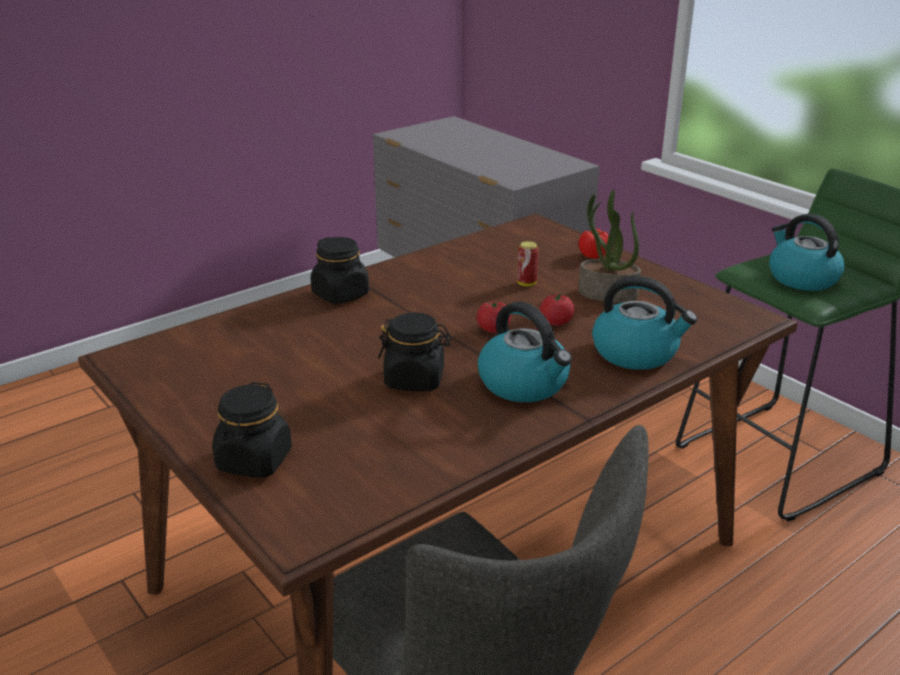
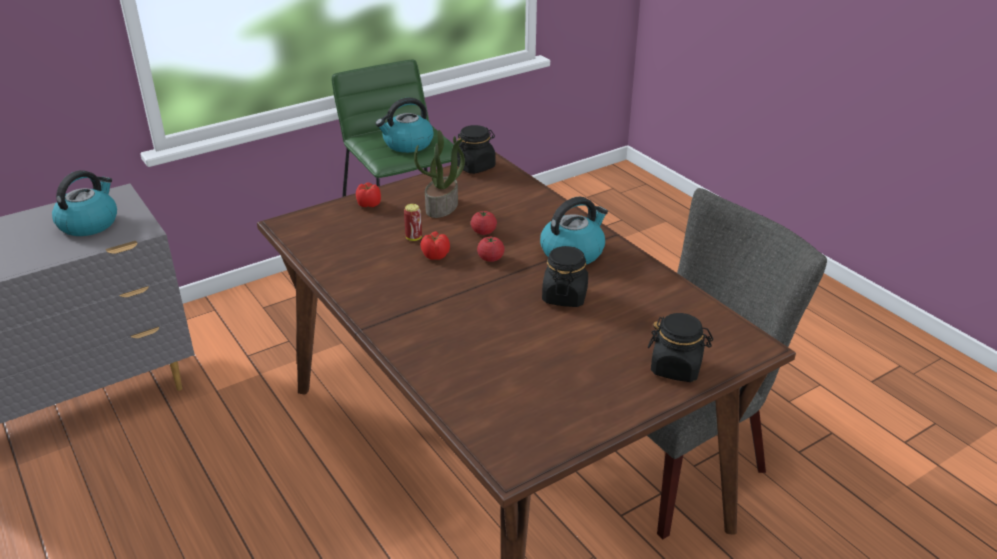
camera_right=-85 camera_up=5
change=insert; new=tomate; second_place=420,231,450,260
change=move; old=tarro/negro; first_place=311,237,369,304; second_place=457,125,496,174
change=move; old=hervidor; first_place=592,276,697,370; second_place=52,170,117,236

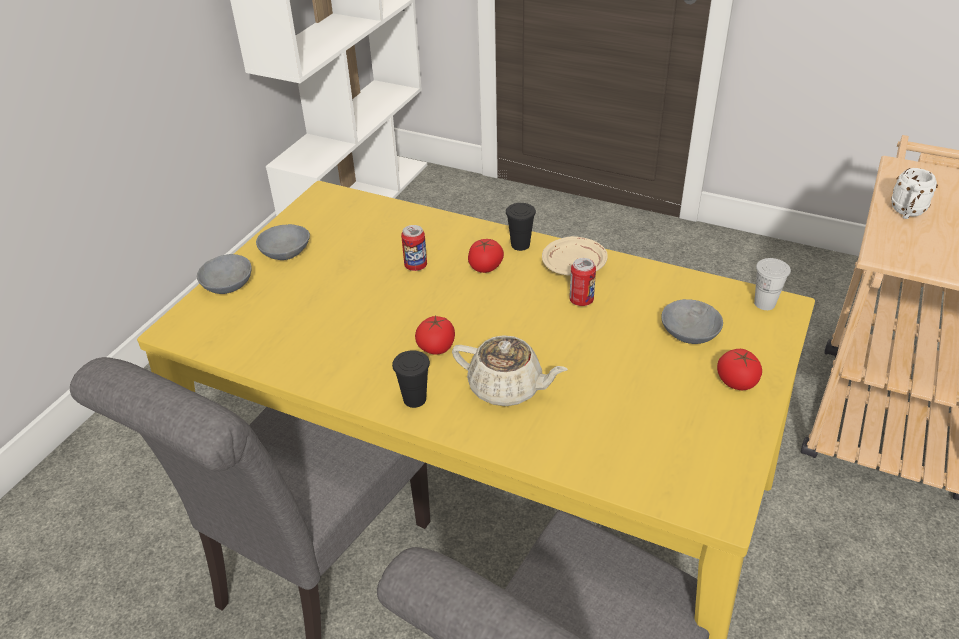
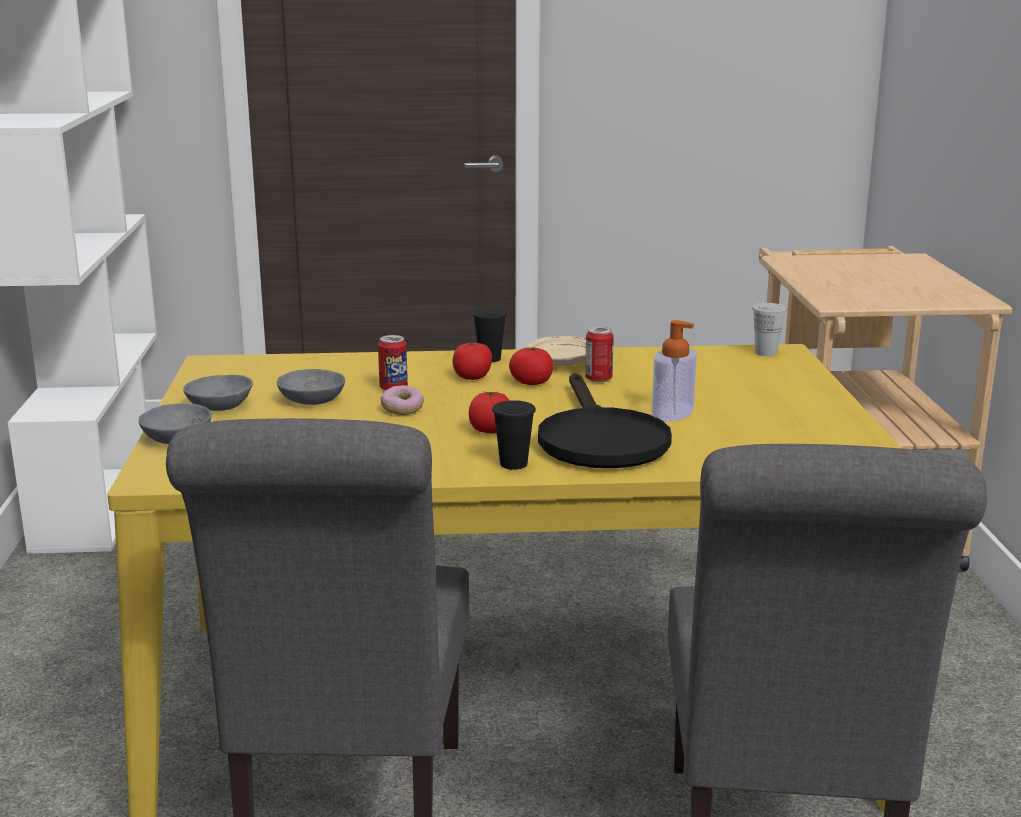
camera_right=-30 camera_up=-20
change=delete; old=taza grande/blanco; first_place=891,168,938,219
change=insert; new=rosquilla; second_place=381,385,424,415
change=insert; new=dispensador de jabón; second_place=652,320,697,422
change=move; old=cuenco/gris; first_place=661,299,723,344; second_place=277,369,345,405
change=move; old=tomate; first_place=717,349,762,390; second_place=509,347,553,385
change=replace; old=tetera/beis; new=sartén/negro; first_place=452,335,568,406; second_place=538,373,672,468

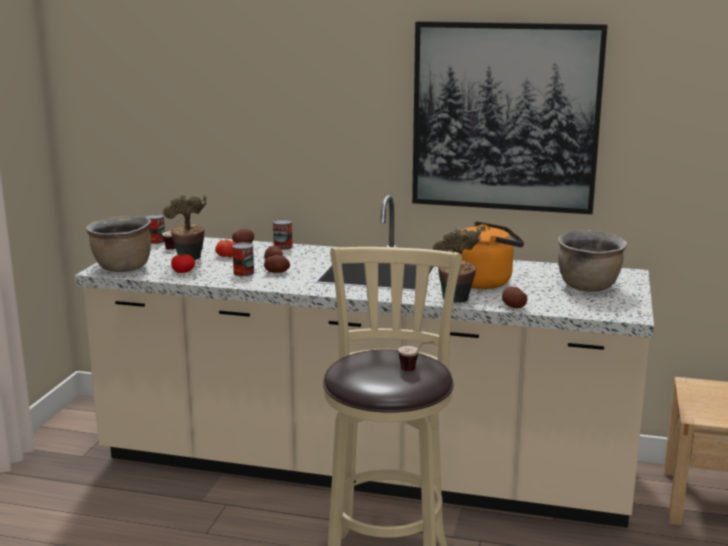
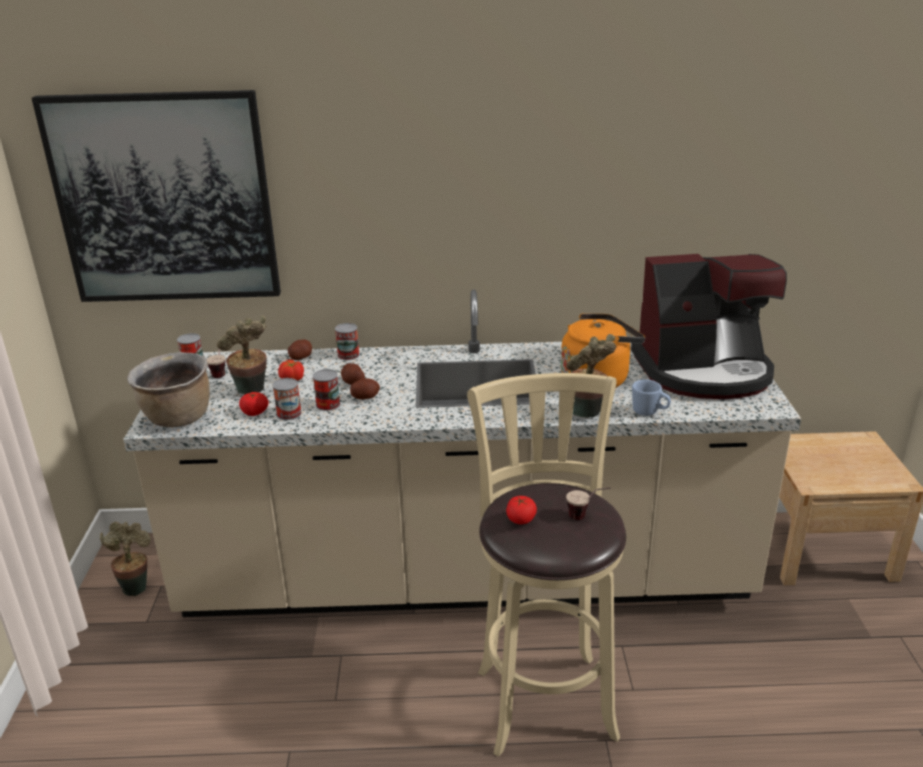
camera_right=-15 camera_up=10
change=insert; new=planta en maceta; second_place=100,522,151,596
change=insert; new=lata; second_place=272,378,302,420
change=insert; new=tomate; second_place=506,496,537,524
change=move; old=cuadro; first_place=412,21,608,214; second_place=32,90,281,302
change=replace; old=patata; new=taza grande/azul; first_place=502,287,528,308; second_place=632,380,671,416
change=replace; old=olla/marrón; new=cafetera; first_place=558,230,627,292; second_place=631,254,787,399

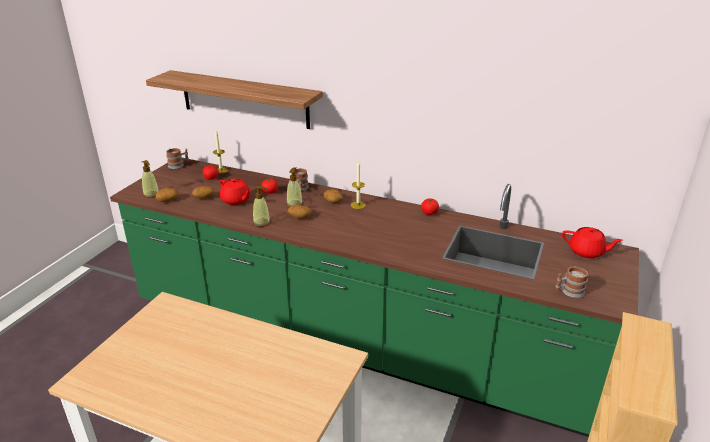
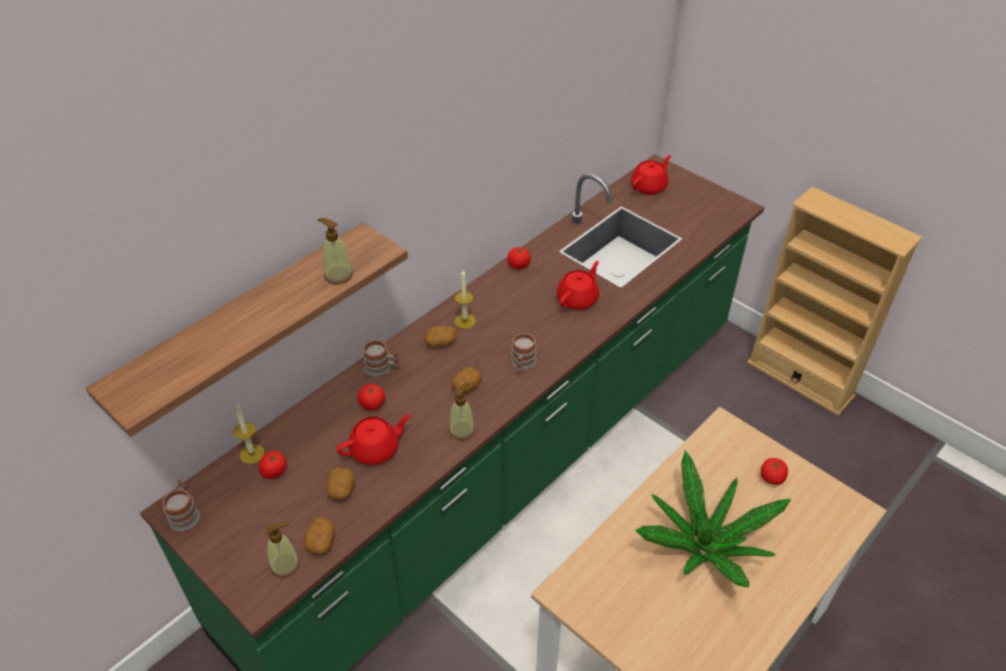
camera_right=-70 camera_up=15
change=insert; new=tetera/rojo; second_place=557,261,599,310
change=insert; new=planta en maceta; second_place=635,450,791,588
change=insert; new=tomate; second_place=761,458,788,485
change=move; old=dispensador de jabón; first_place=287,167,303,207; second_place=317,218,353,284
change=move; old=taza grande; first_place=555,267,588,298; second_place=510,333,537,373

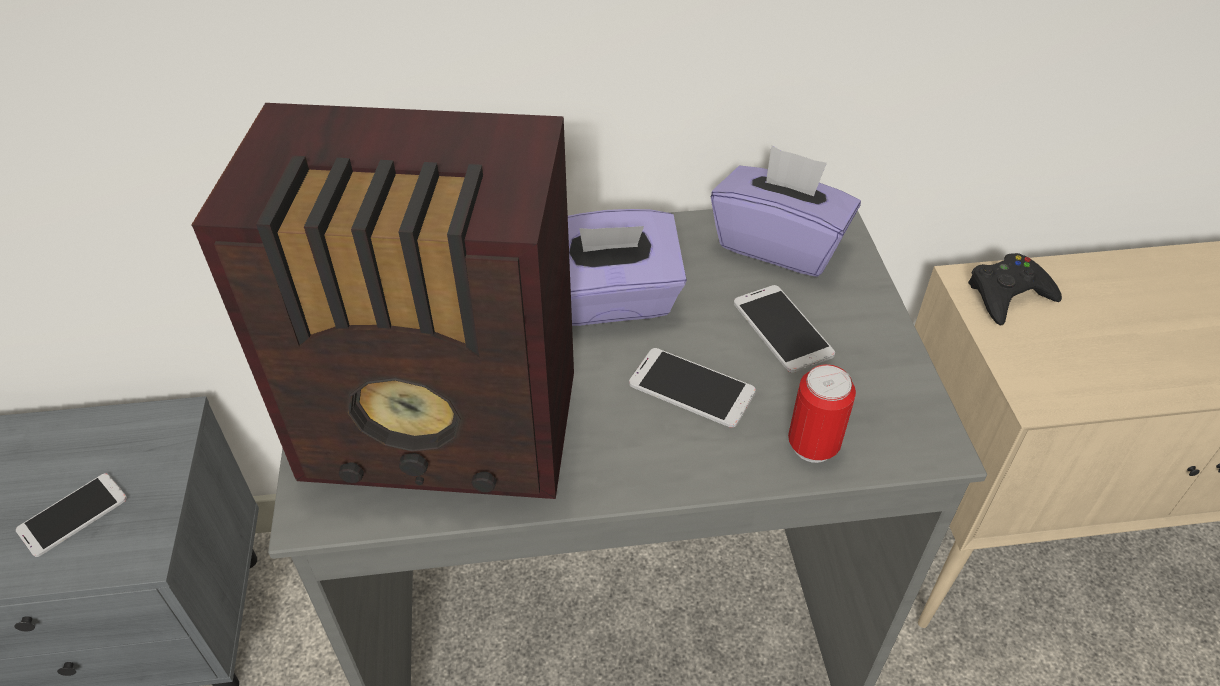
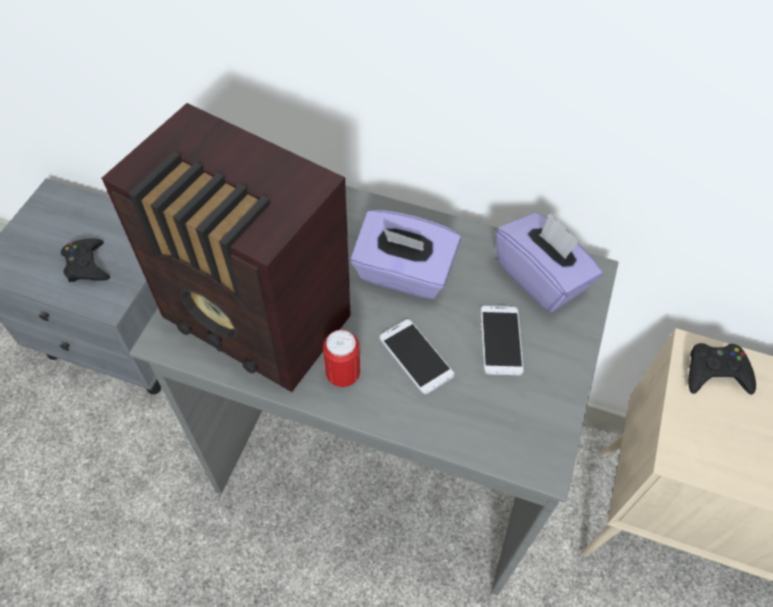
camera_right=25 camera_up=10
change=move; old=lata; first_place=788,364,856,463; second_place=323,330,360,387
change=replace; old=móvil; new=mando de consola/negro; first_place=16,473,127,557; second_place=61,239,110,282

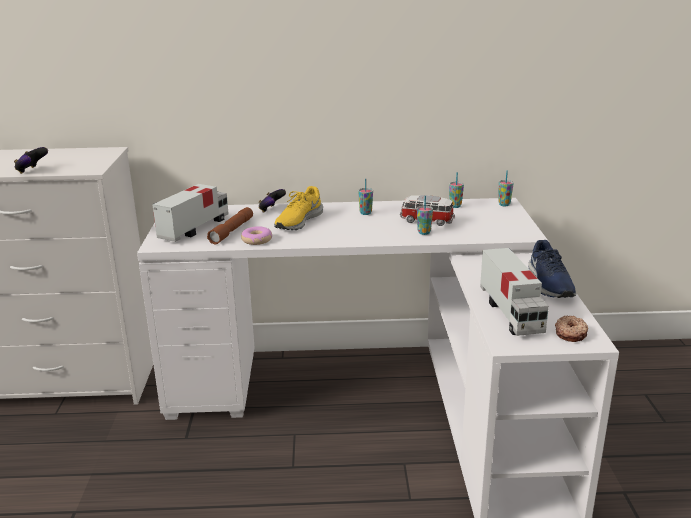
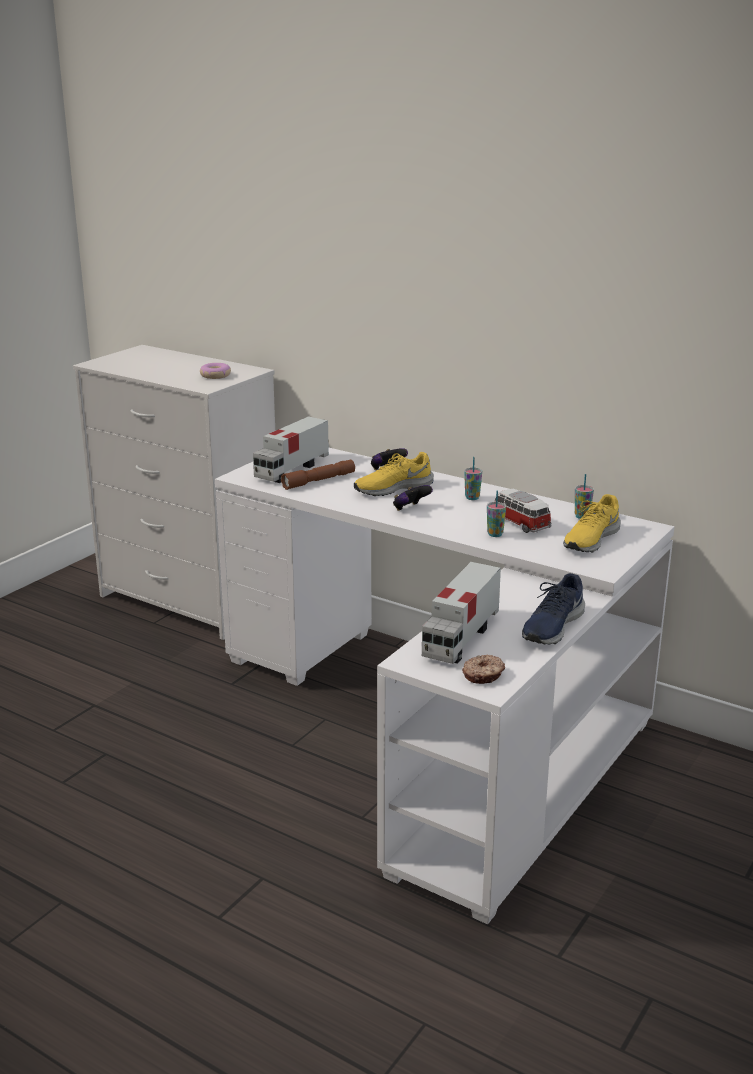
camera_right=35 camera_up=0
change=delete; old=taza; first_place=498,171,514,206
change=insert; new=zapato/amarillo; second_place=563,494,621,552
change=move; old=mando de consola; first_place=14,147,48,174; second_place=393,485,433,511
change=move; old=rosquilla; first_place=241,226,272,245; second_place=200,363,231,379
change=rotate; old=camión de juguete; first_place=152,184,229,242; second_place=253,416,329,483; degrees=150

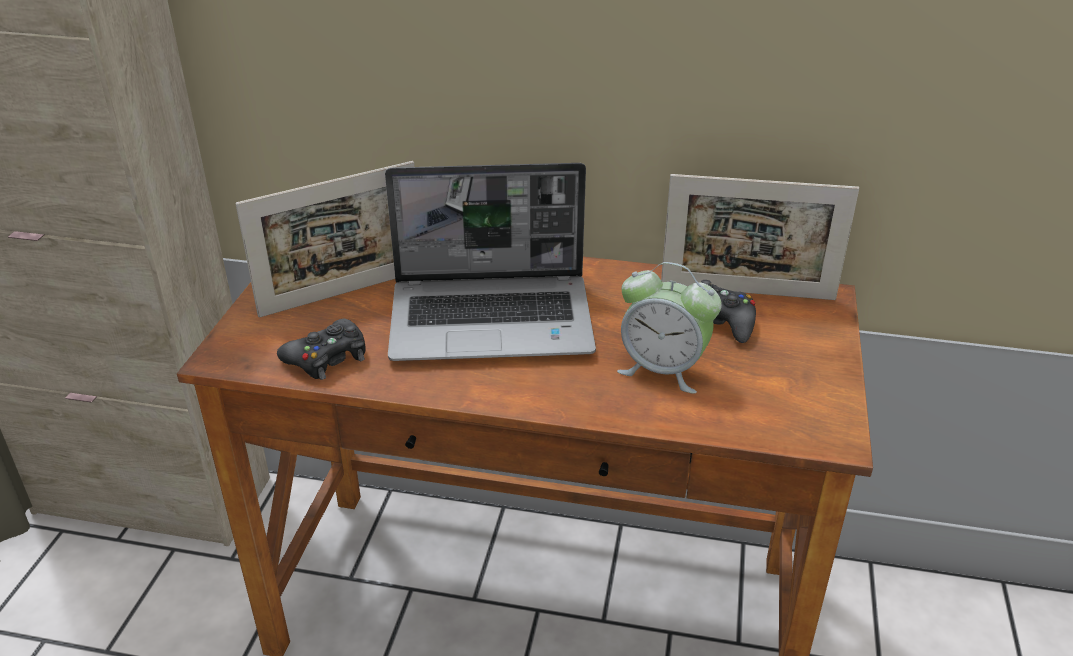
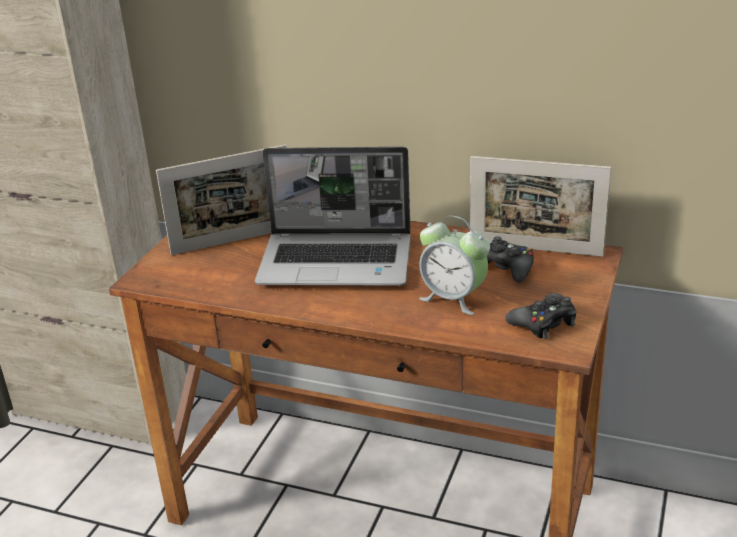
camera_right=10 camera_up=-5
change=move; old=mando de consola/negro; first_place=277,319,366,380; second_place=505,293,576,339

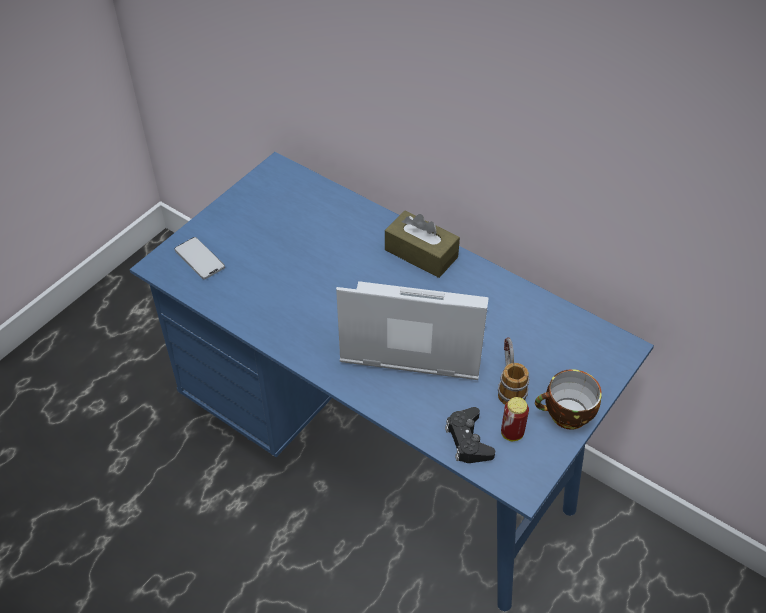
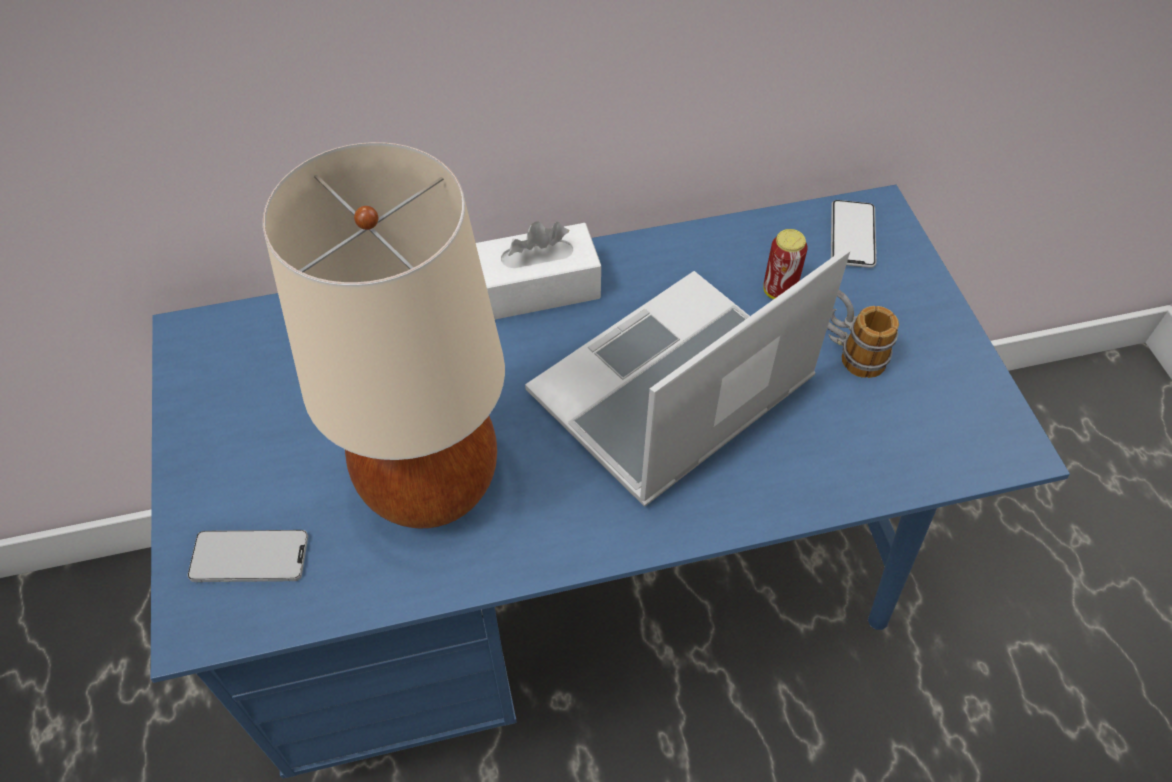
camera_right=-50 camera_up=5
change=delete; old=mando de consola/negro; first_place=445,407,495,463
change=delete; old=taza; first_place=535,369,602,430
change=insert; new=lámpara de mesa/beis; second_place=263,142,505,529
change=insert; new=móvil; second_place=831,200,877,268
change=move; old=lata; first_place=501,397,529,441; second_place=763,229,808,299
change=recolor; old=caja de pañuelos/marrón; new=caja de pañuelos/blanco; first_place=385,211,460,278; second_place=476,221,601,319

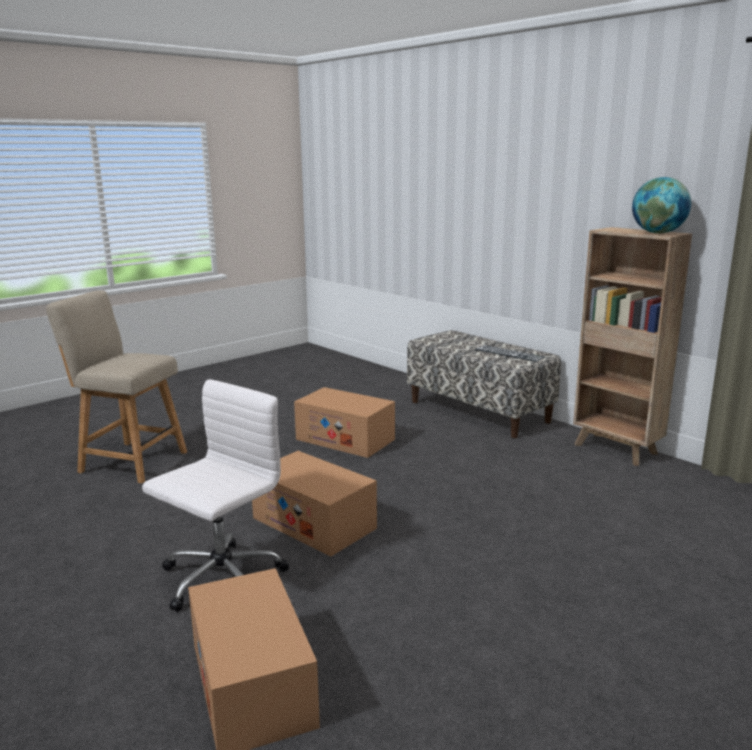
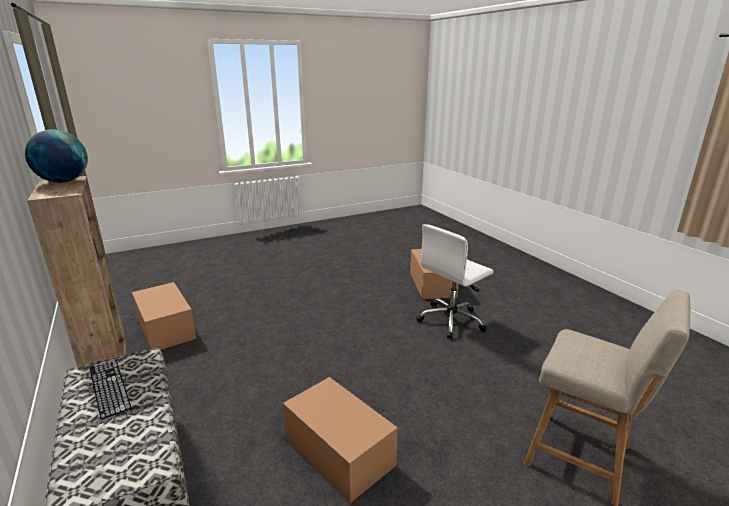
camera_right=-165 camera_up=5
change=move; old=caja de cartón; first_place=252,451,377,556; second_place=132,282,196,350

